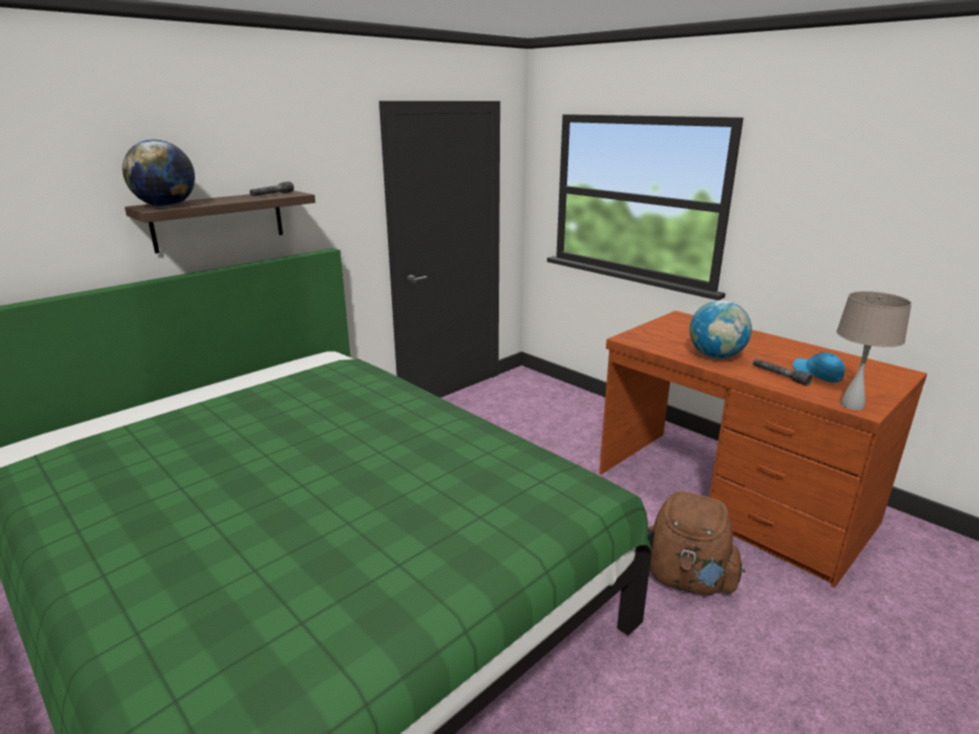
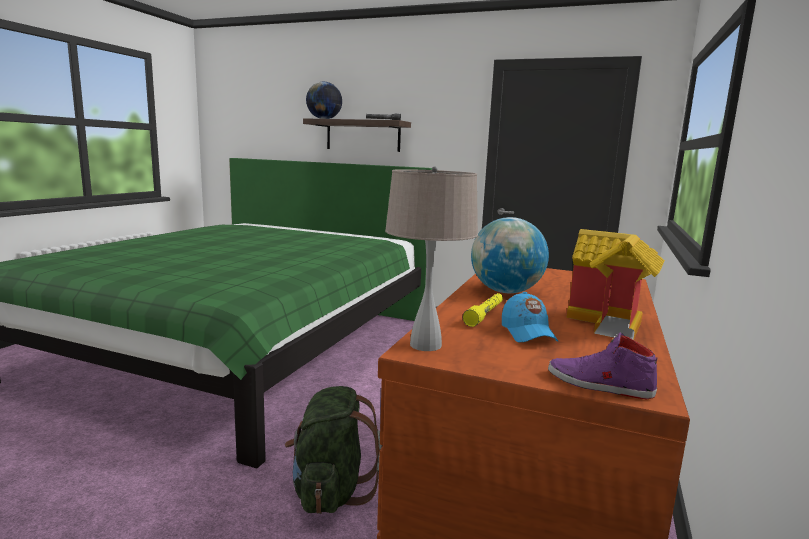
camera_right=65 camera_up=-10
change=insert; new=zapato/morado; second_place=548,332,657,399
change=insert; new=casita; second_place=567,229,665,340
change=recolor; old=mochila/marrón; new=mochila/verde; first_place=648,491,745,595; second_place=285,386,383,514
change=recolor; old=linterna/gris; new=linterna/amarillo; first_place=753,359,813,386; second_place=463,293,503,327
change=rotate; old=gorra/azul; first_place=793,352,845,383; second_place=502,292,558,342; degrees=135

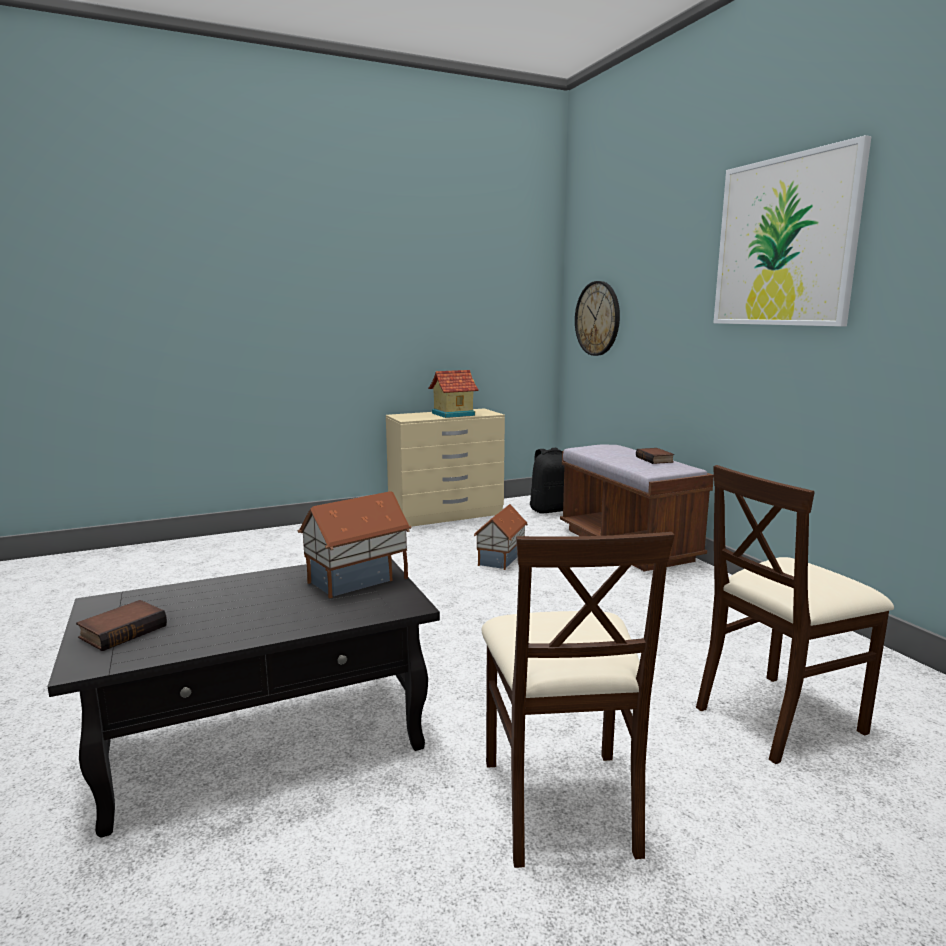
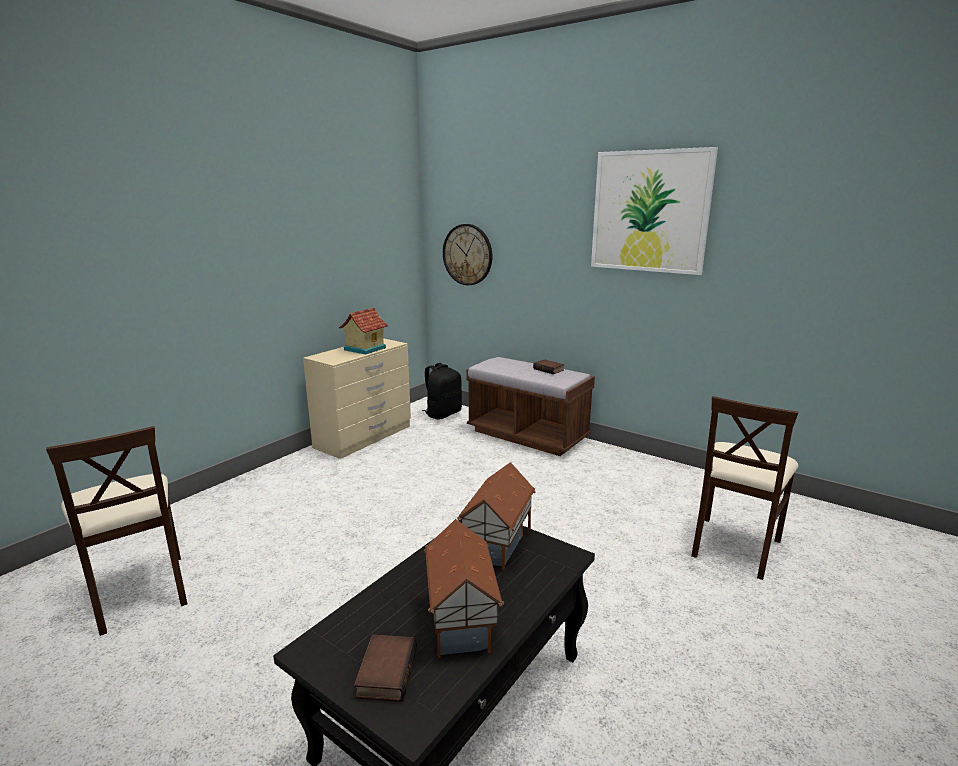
camera_right=-30 camera_up=5
change=move; old=casita; first_place=474,504,528,570; second_place=424,519,504,658
change=move; old=silla/beis; first_place=481,532,674,868; second_place=46,426,188,636

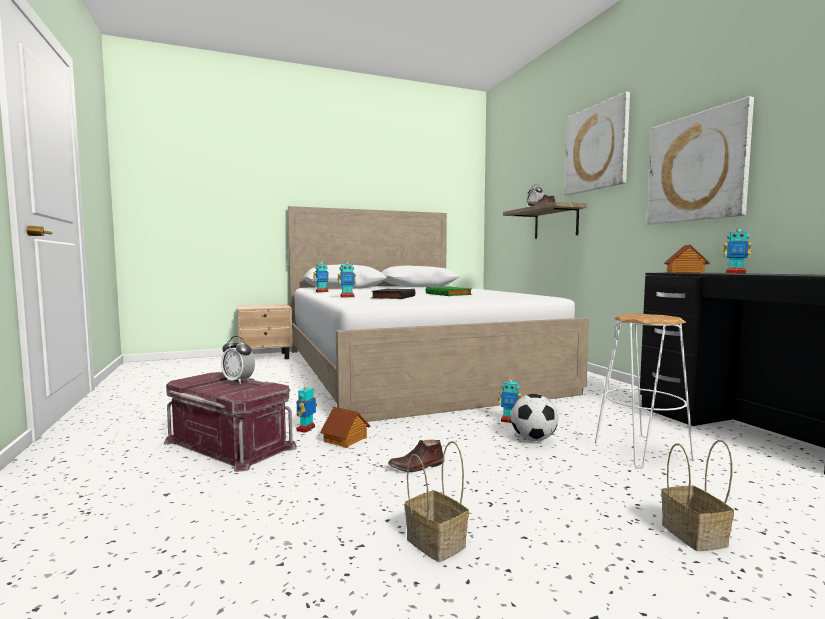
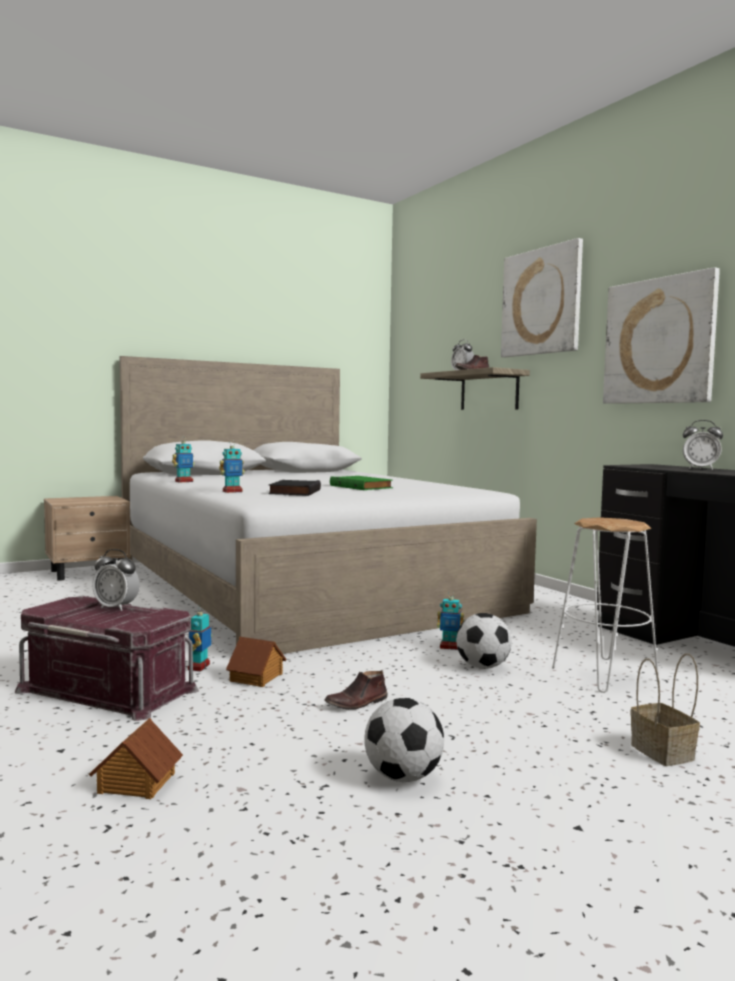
camera_right=-10 camera_up=0
change=move; old=casita; first_place=664,245,710,273; second_place=89,718,183,799
change=replace; old=cesta; new=balón de fútbol; first_place=405,441,469,562; second_place=364,698,444,782
change=replace; old=robot de juguete; new=despertador; first_place=723,228,751,273; second_place=683,420,723,470

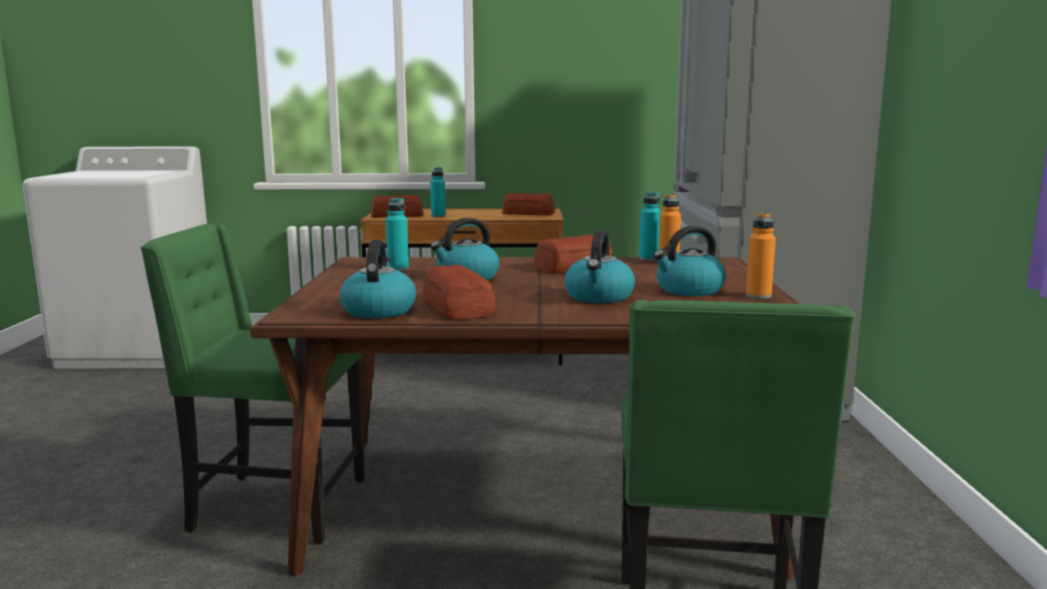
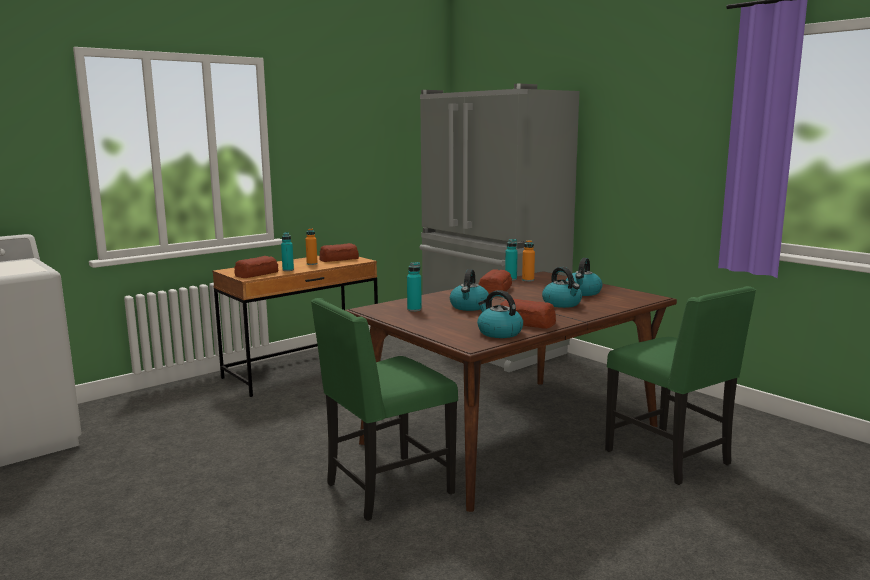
camera_right=-40 camera_up=0
change=move; old=botella/naranja; first_place=746,213,776,299; second_place=306,228,318,265

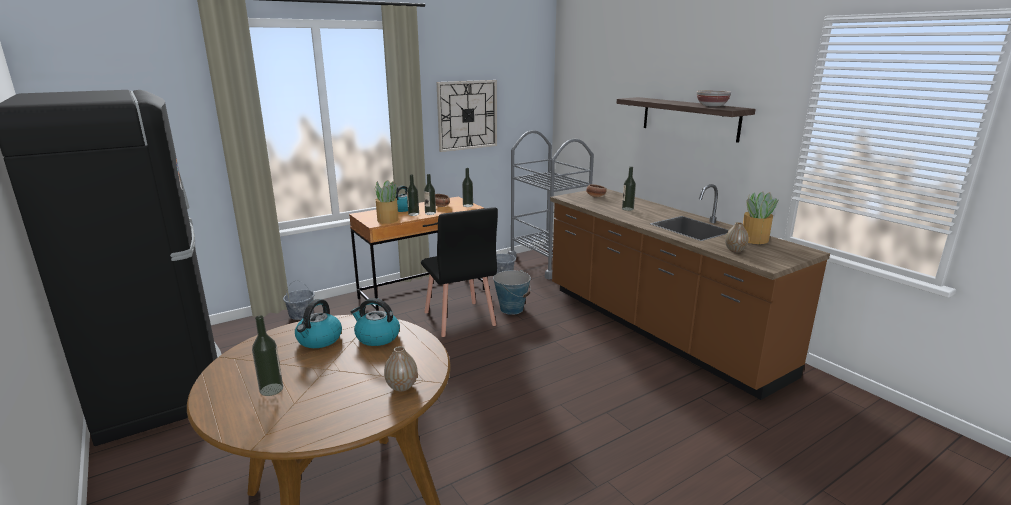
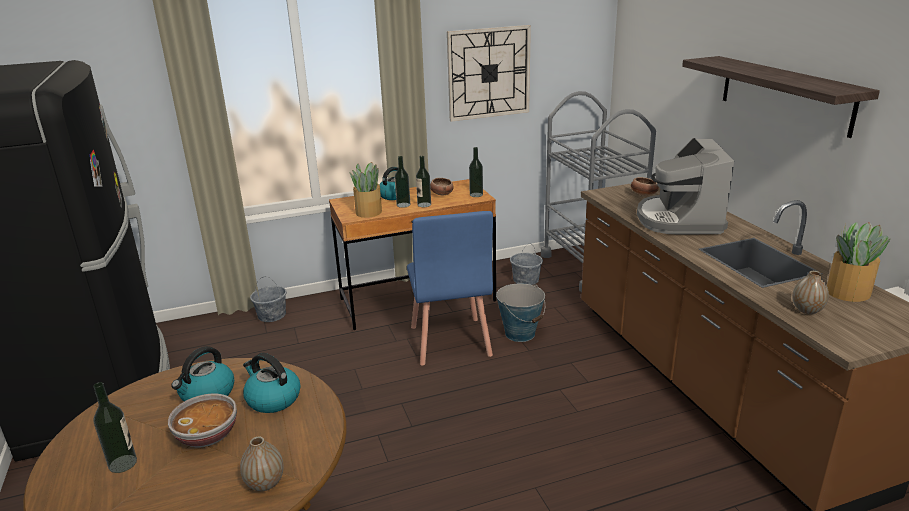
camera_right=15 camera_up=5
change=move; old=cuenco; first_place=697,90,731,107; second_place=168,394,237,447
change=replace; old=botella; new=cafetera; first_place=622,167,636,211; second_place=637,138,734,234
change=recolor; old=silla/negro; new=silla/azul; first_place=421,207,498,337; second_place=407,211,493,366

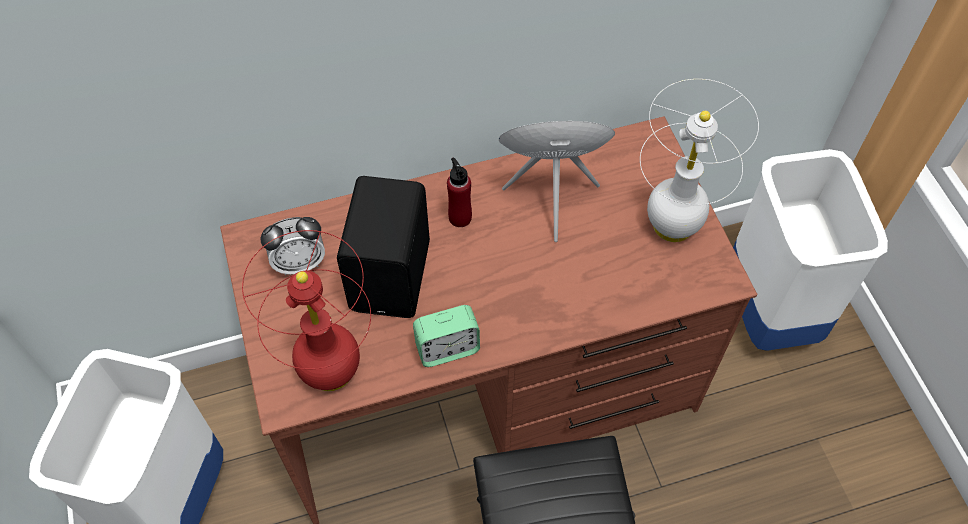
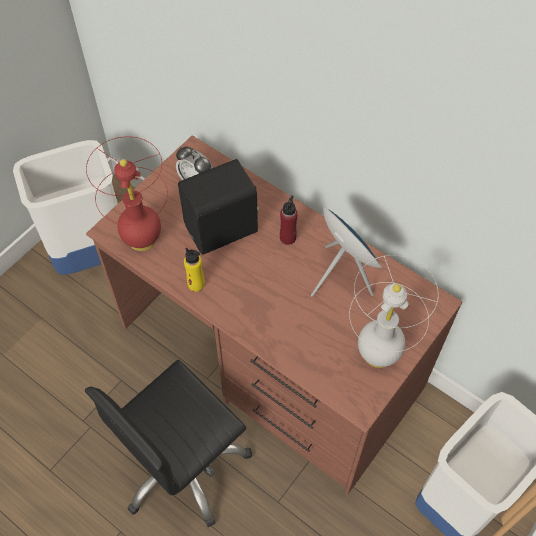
camera_right=55 camera_up=0
change=replace; old=despertador; new=botella/amarillo; first_place=413,305,480,367; second_place=184,248,205,292

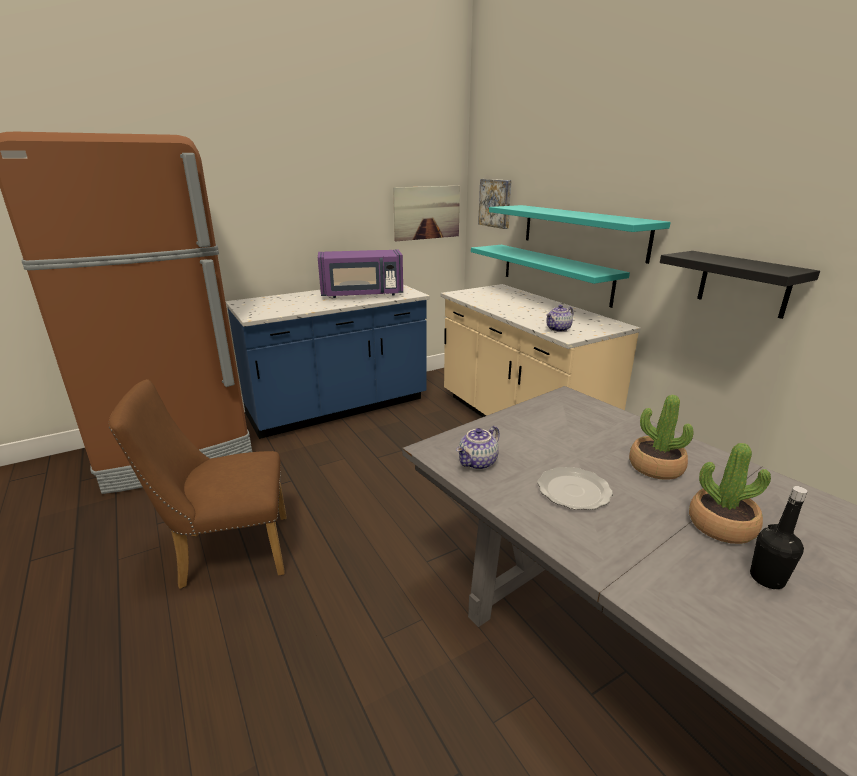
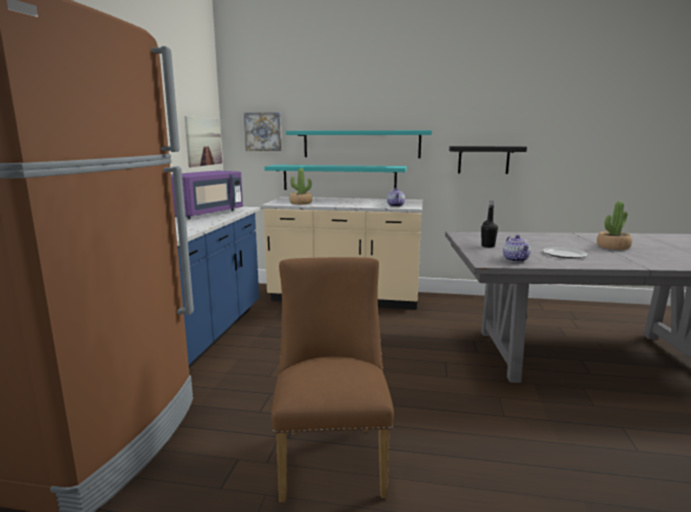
camera_right=-50 camera_up=-10
change=move; old=planta en maceta; first_place=629,395,693,480; second_place=289,168,313,205
change=move; old=botella/negro; first_place=750,486,807,589; second_place=481,201,498,248
change=rotate; old=silla/marrón; first_place=109,379,286,589; second_place=271,257,394,502; degrees=150

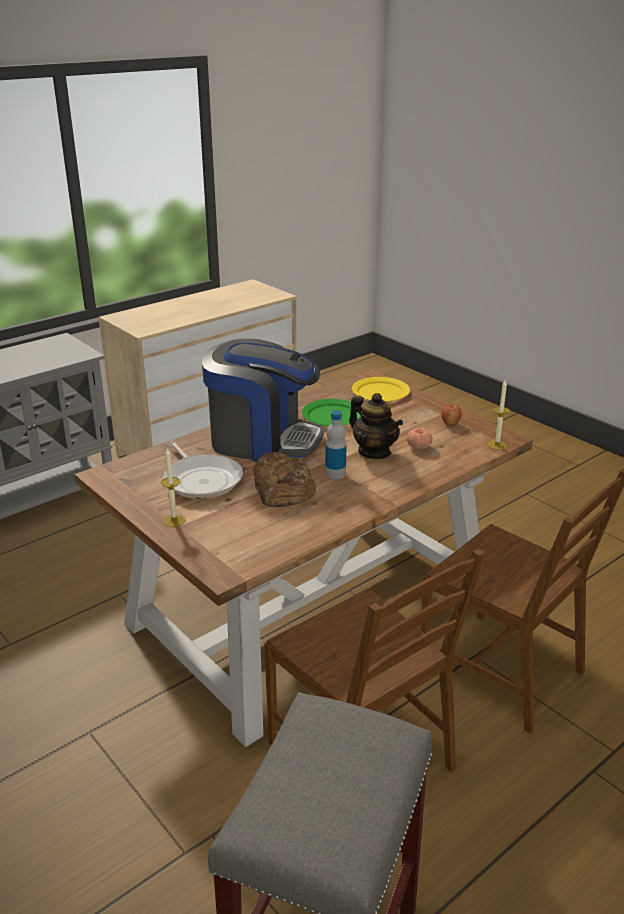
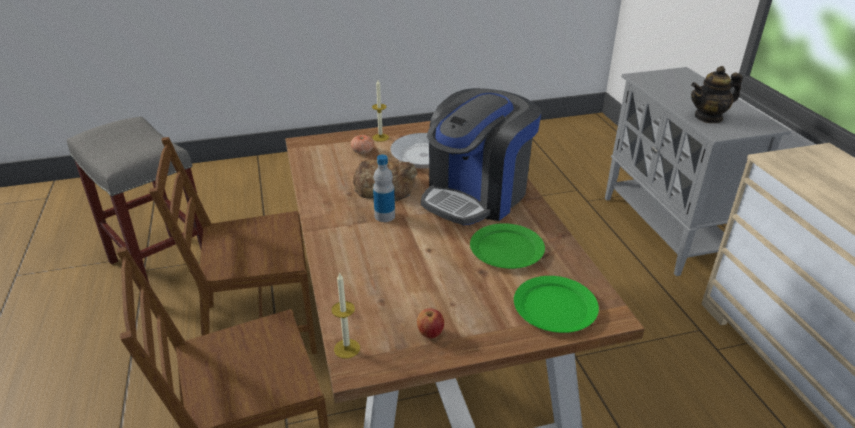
camera_right=115 camera_up=5
change=move; old=tetera; first_place=349,393,403,459; second_place=691,66,743,123
change=move; old=tomate; first_place=407,428,433,449; second_place=351,135,374,154
change=recolor; old=plato/amarillo; new=plato/verde; first_place=352,377,410,402; second_place=514,276,599,333

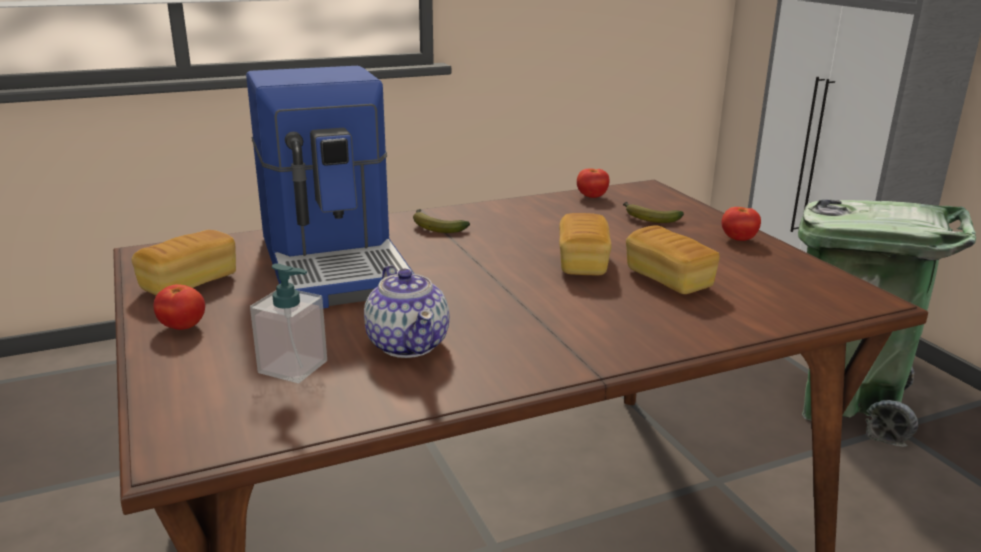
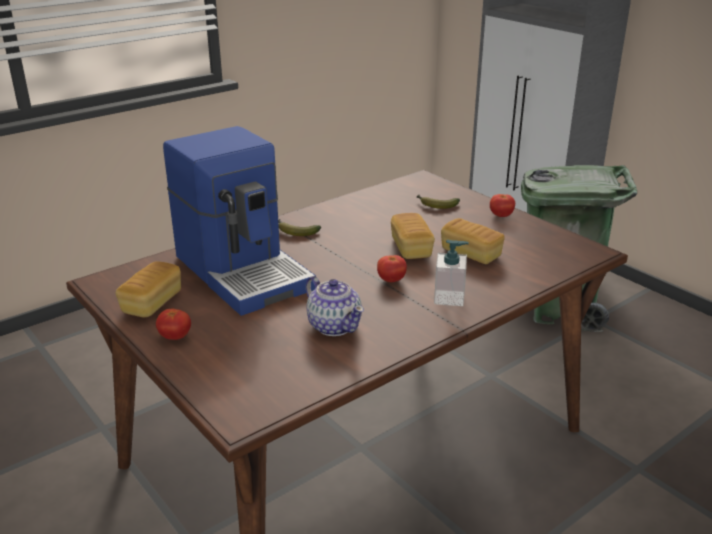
camera_right=-15 camera_up=5
change=move; old=dispensador de jabón; first_place=250,263,327,383; second_place=434,240,469,306
change=move; old=tomate; first_place=577,168,610,198; second_place=377,255,407,282

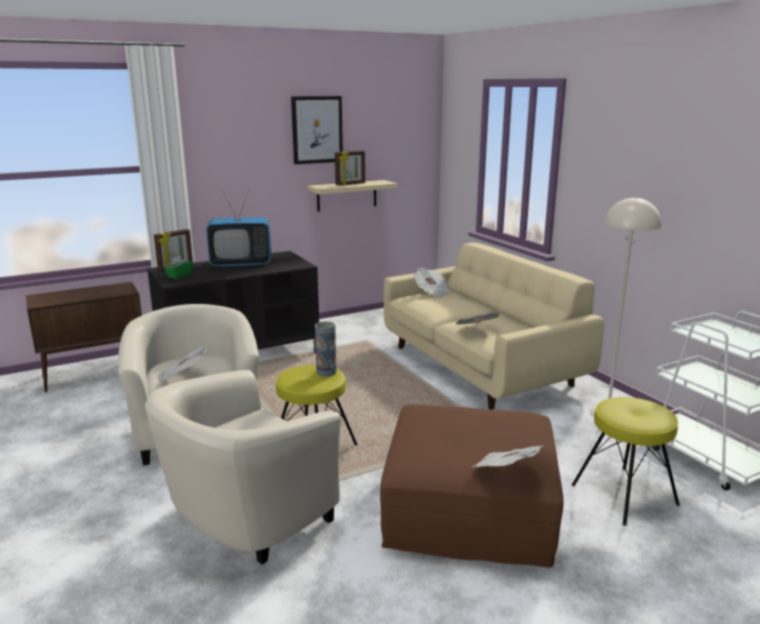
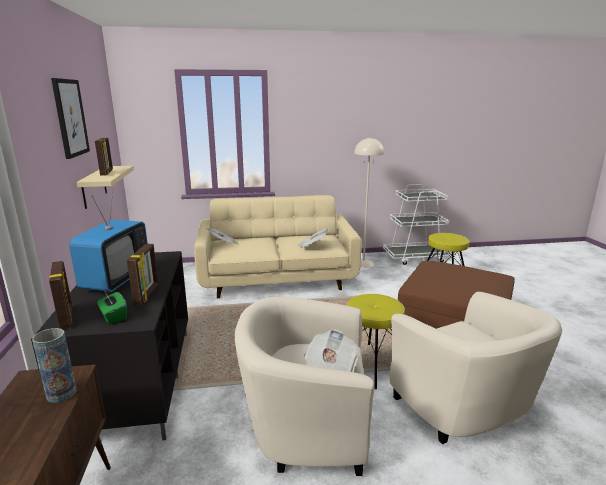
camera_right=-70 camera_up=0
change=delete; old=periódico; first_place=472,446,543,467
change=insert; new=portarretratos; second_place=127,244,159,305
change=move; old=florero; first_place=315,321,337,377; second_place=32,328,77,403

